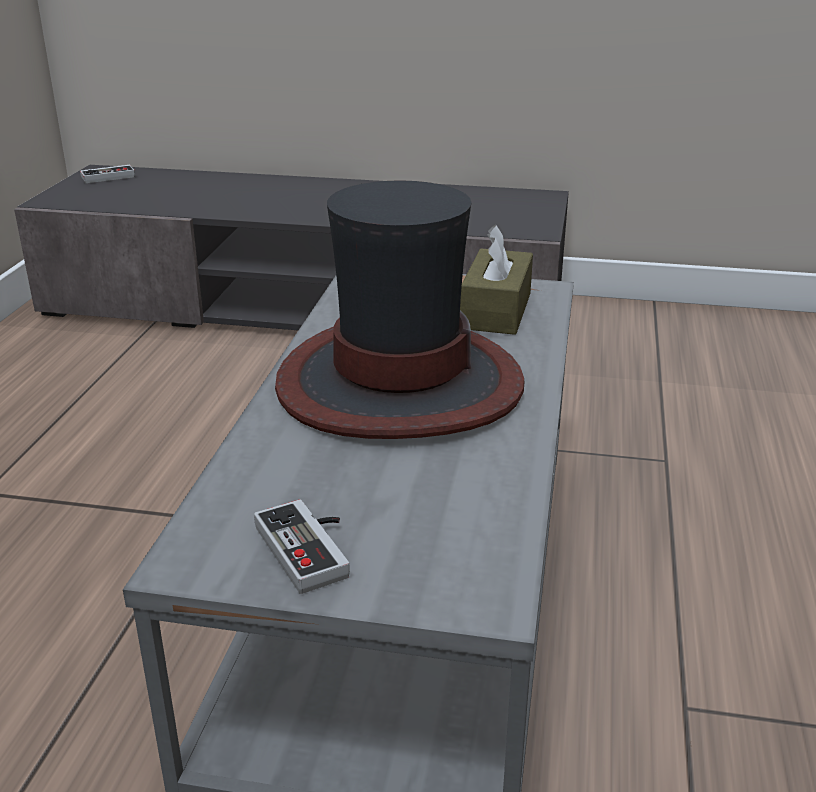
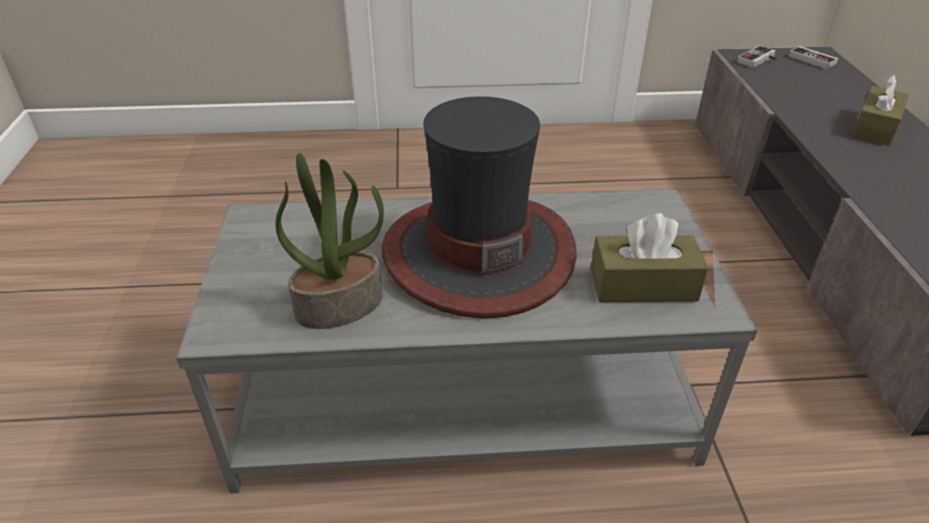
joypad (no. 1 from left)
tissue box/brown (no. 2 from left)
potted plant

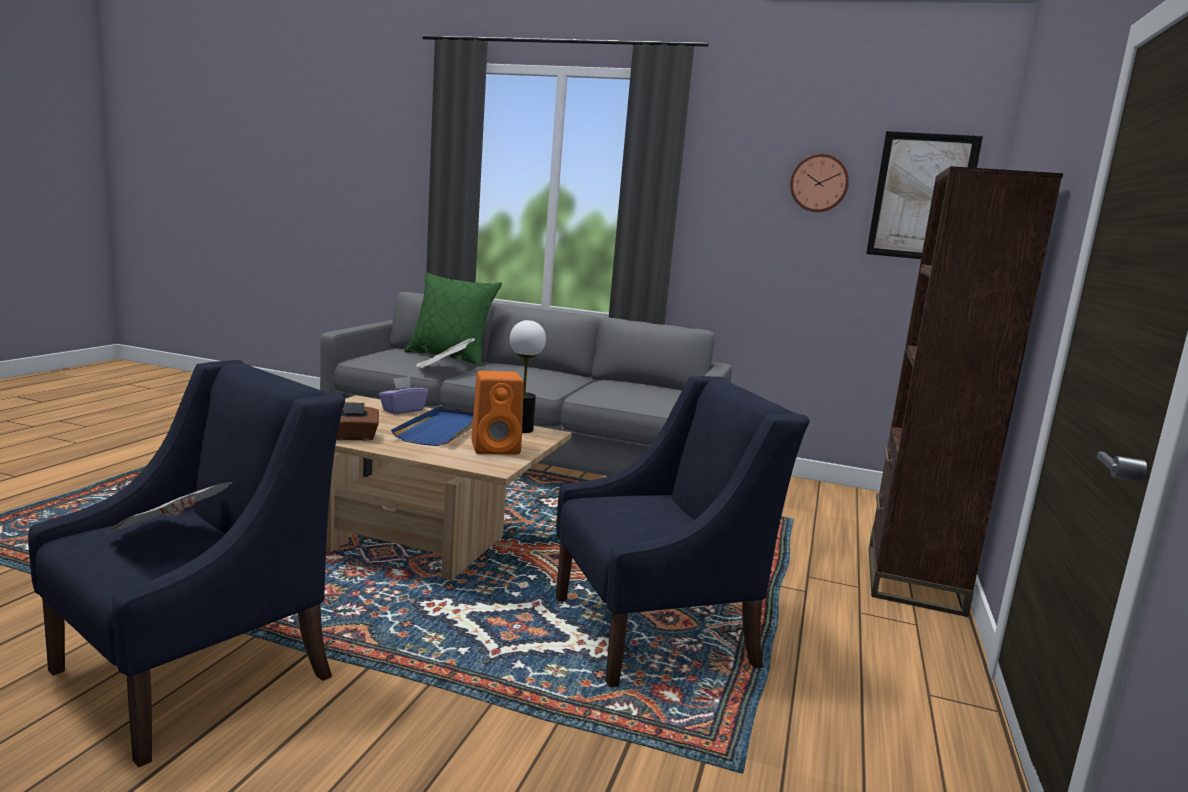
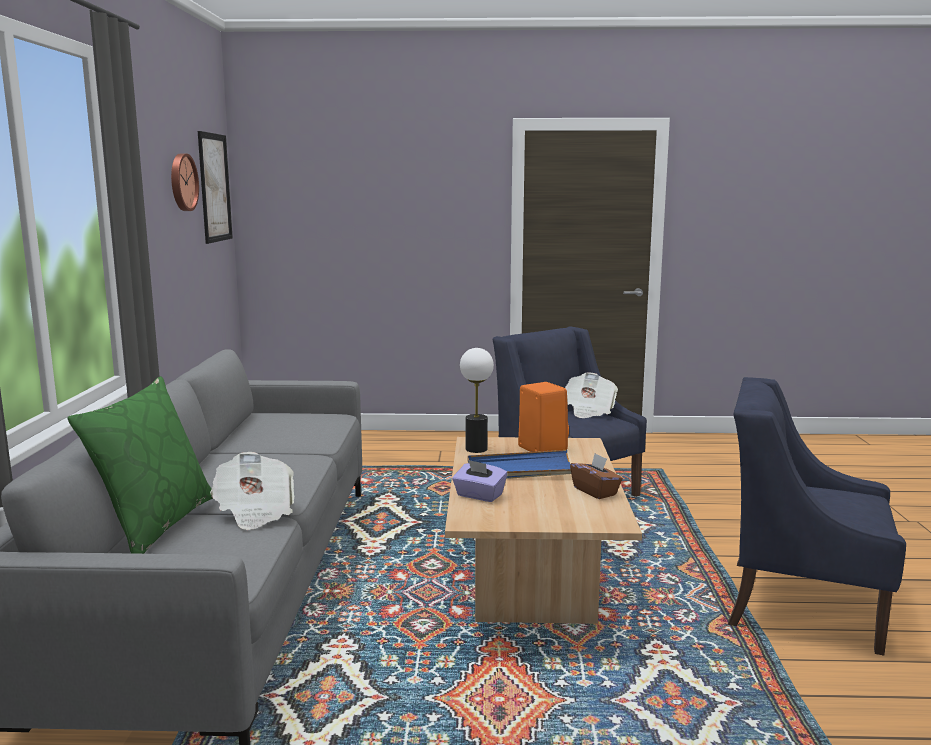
bookcase/brown
daily paper (no. 2 from left)

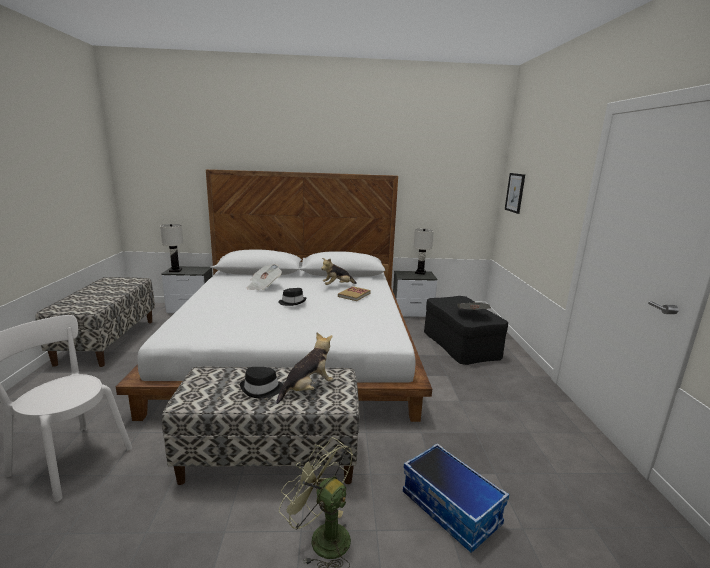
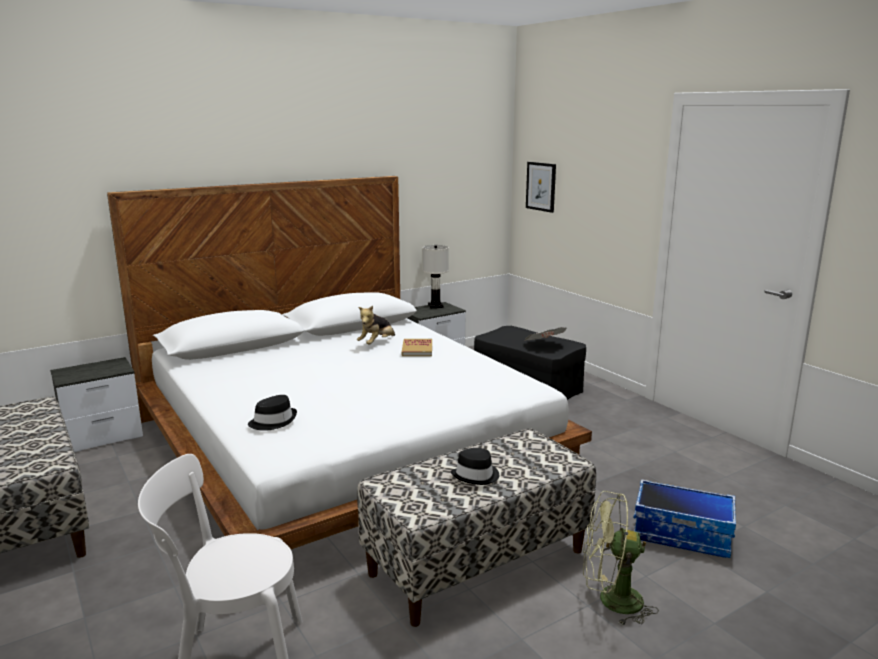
table lamp/white-coloured (no. 1 from left in the first image)
daily paper (no. 1 from left in the first image)
wearable hat/black (no. 1 from left)
soft toy (no. 1 from left in the first image)

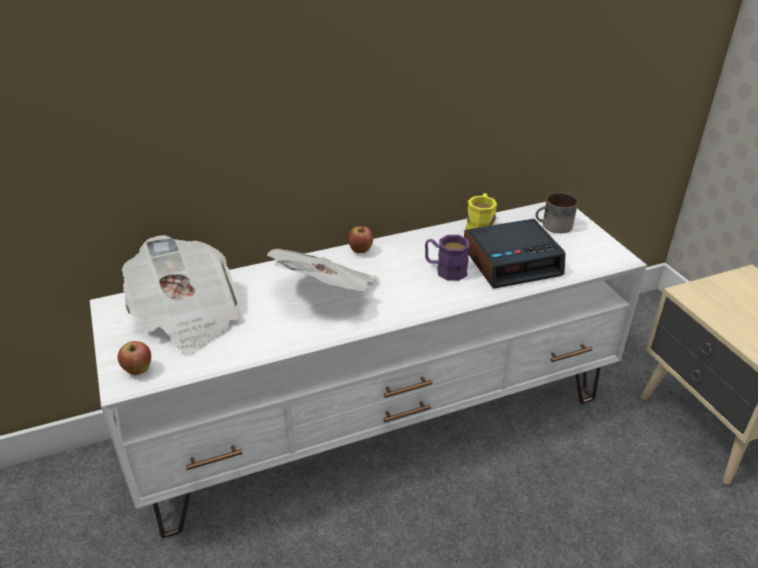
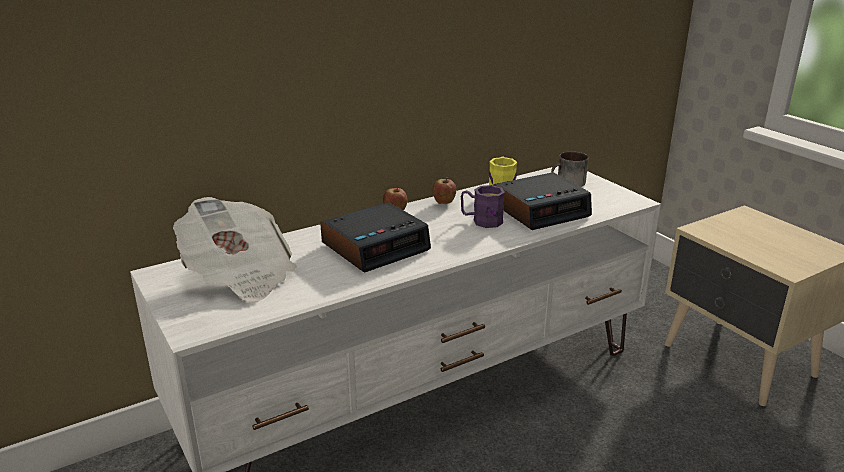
alarm clock (no. 1 from left)
apple fruit (no. 2 from left)

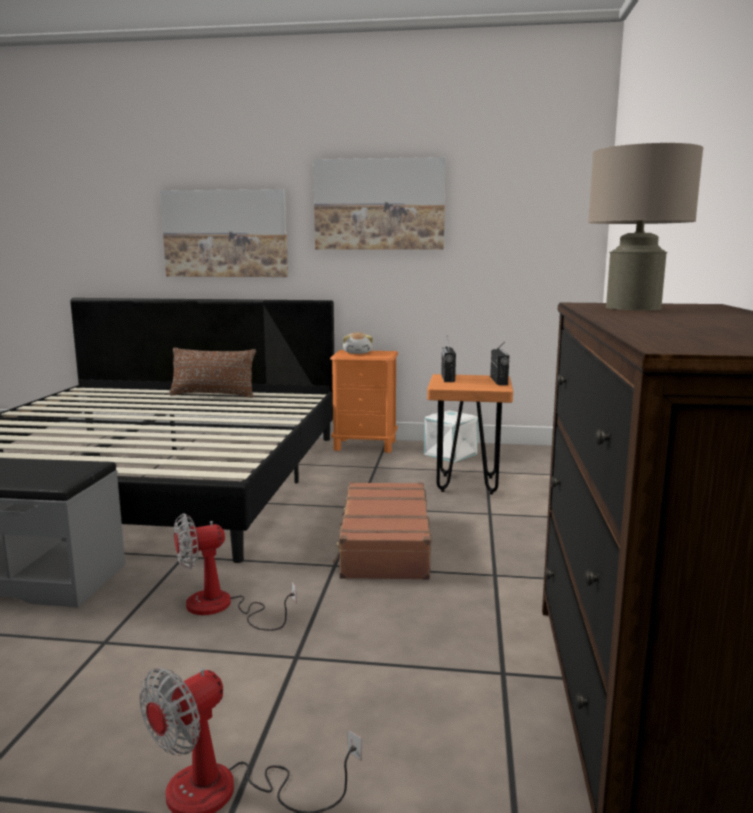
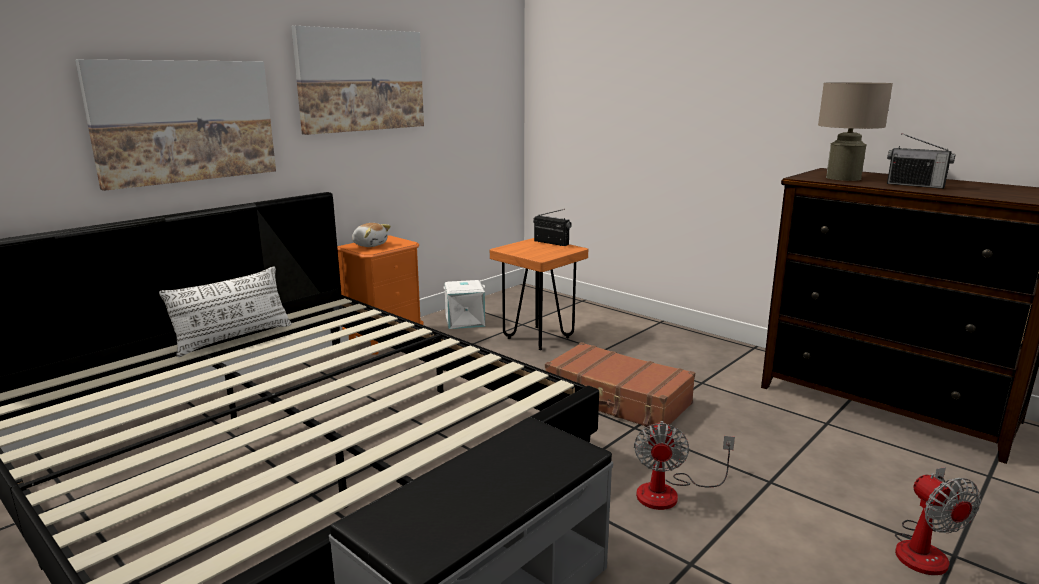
radio set (no. 2 from left)
cushion/white-coloured

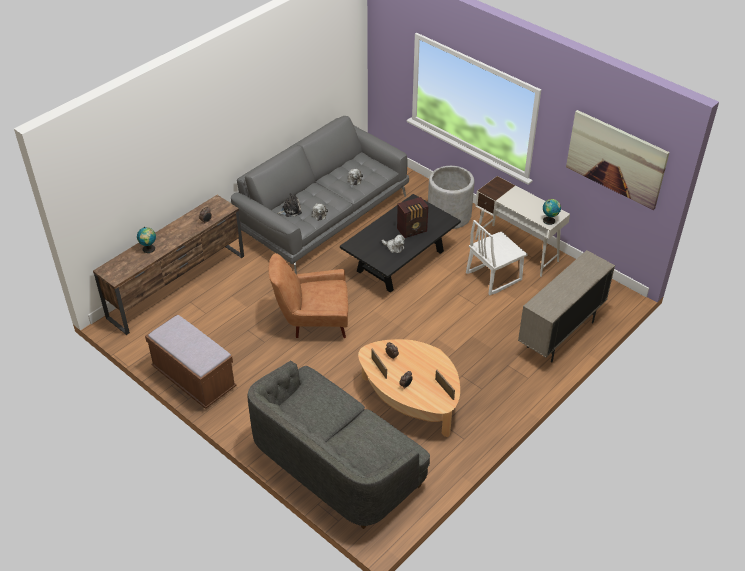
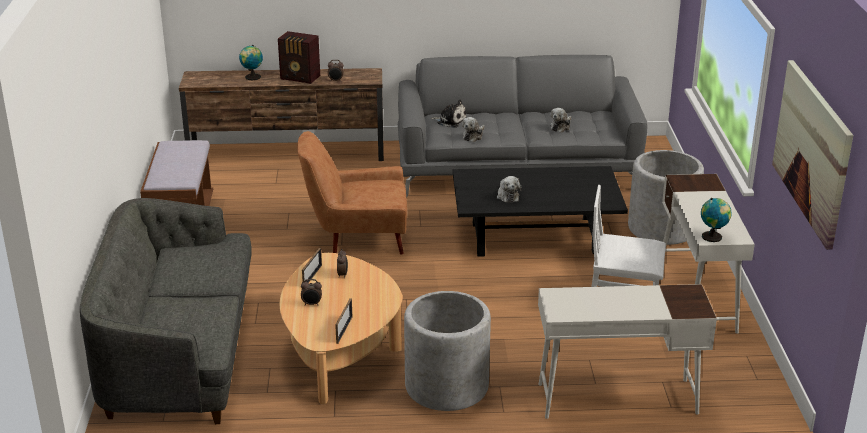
radio set
desk/white-coloured (no. 1 from left)
easy chair/brown
planter/greyish (no. 1 from left)

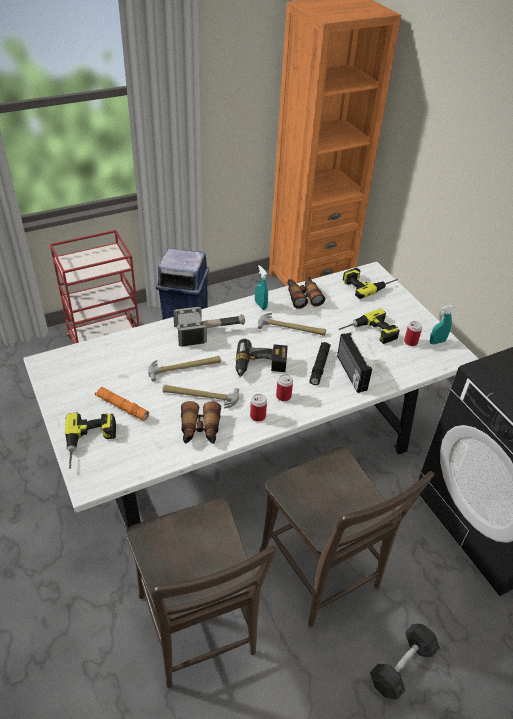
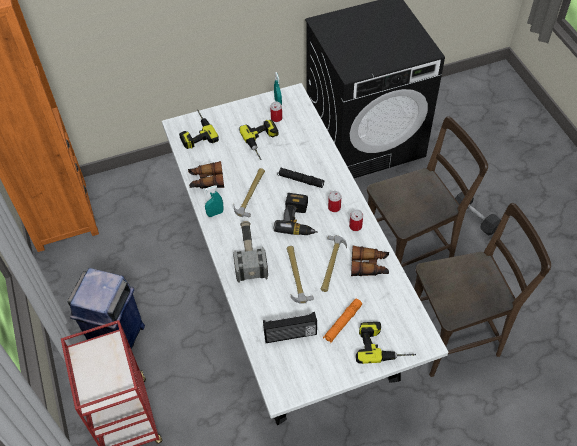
radio set

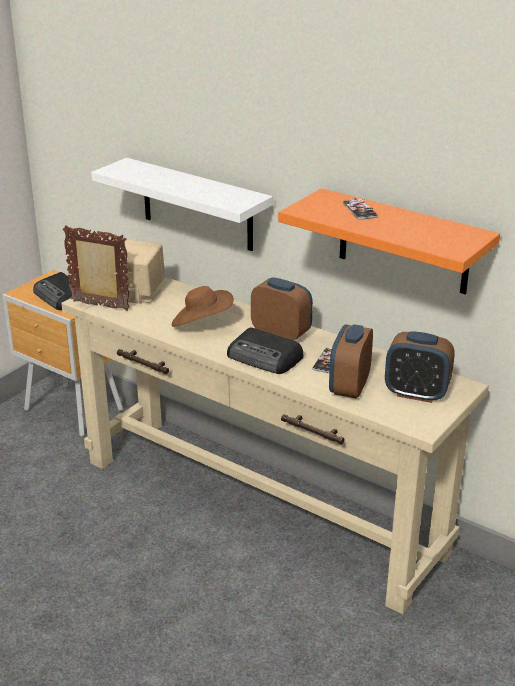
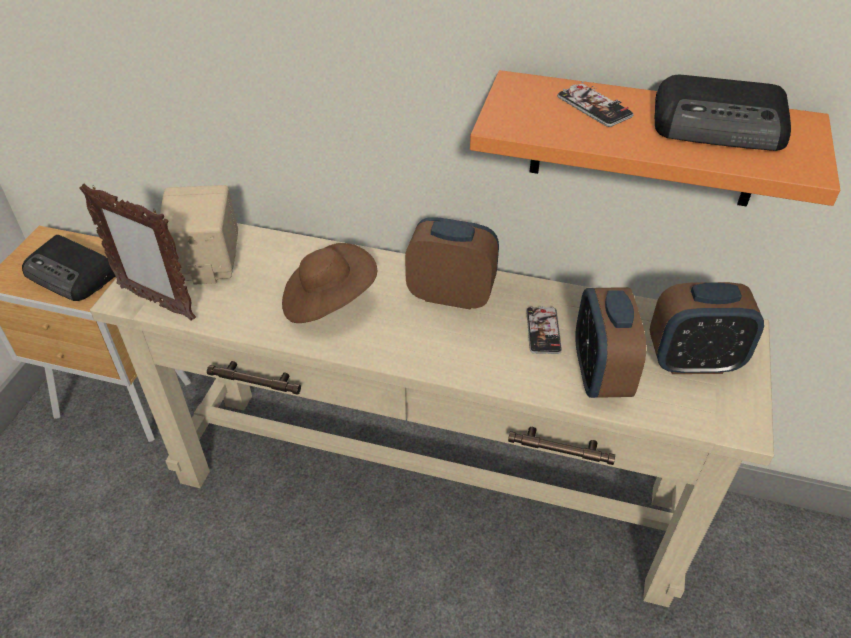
wall shelf/white-coloured
photo frame
radio set (no. 2 from left)

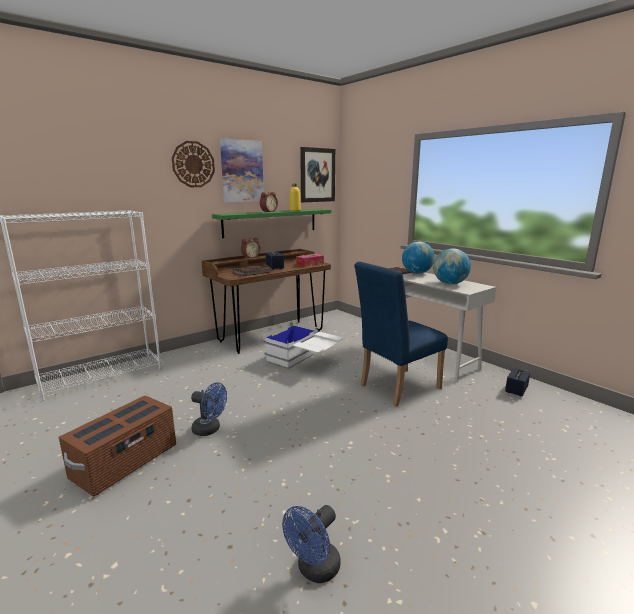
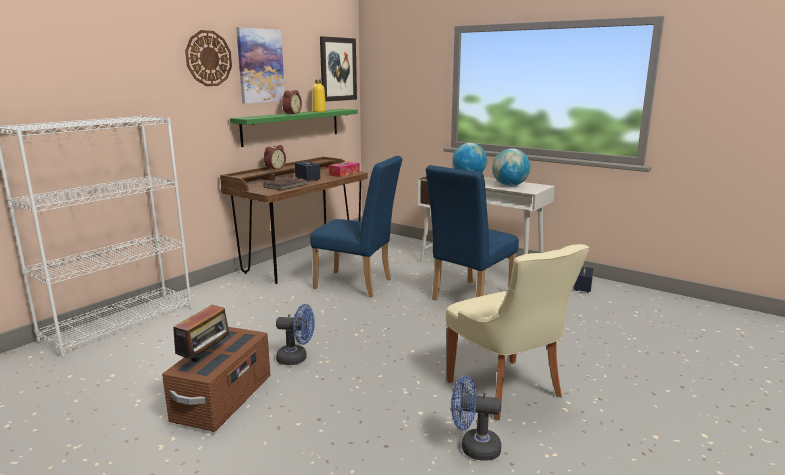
chair/bluish (no. 1 from left)
cooling fan/bluish (no. 2 from left)
chair/sand-coloured
radio set

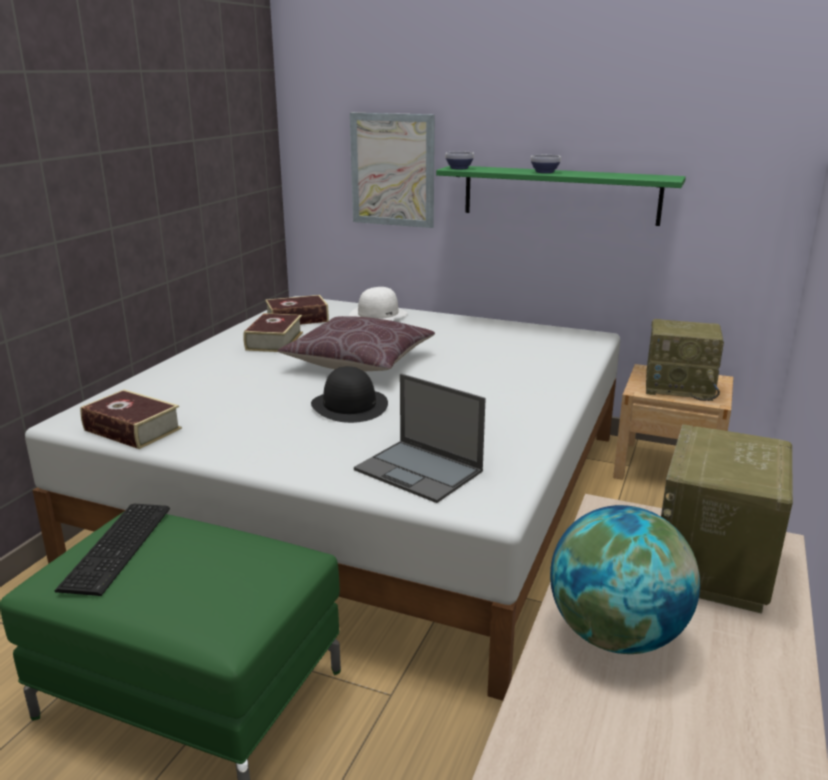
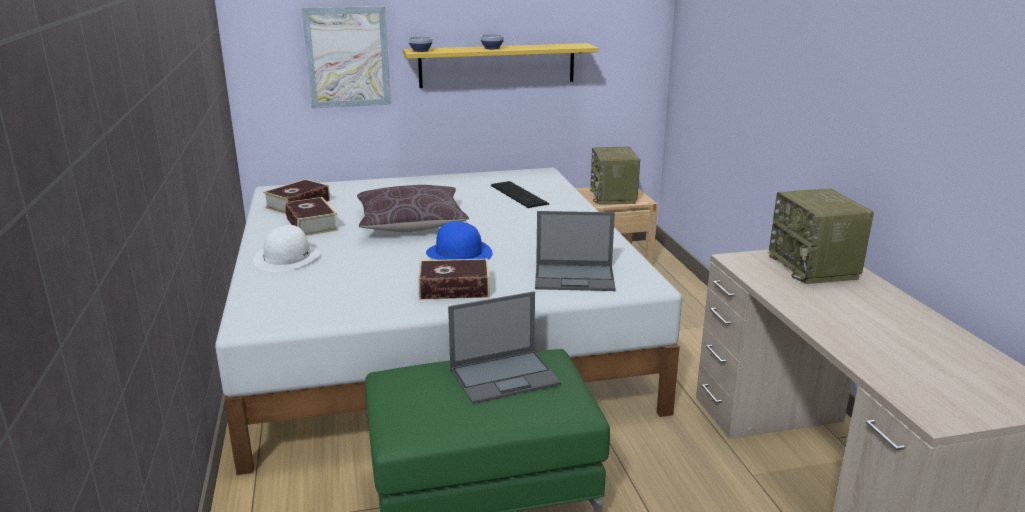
wall shelf/yellow
wearable hat/white-coloured
radio set (no. 1 from left)
wearable hat/bluish
book (no. 3 from left)
PC keyboard
desk globe
laptop (no. 1 from left)

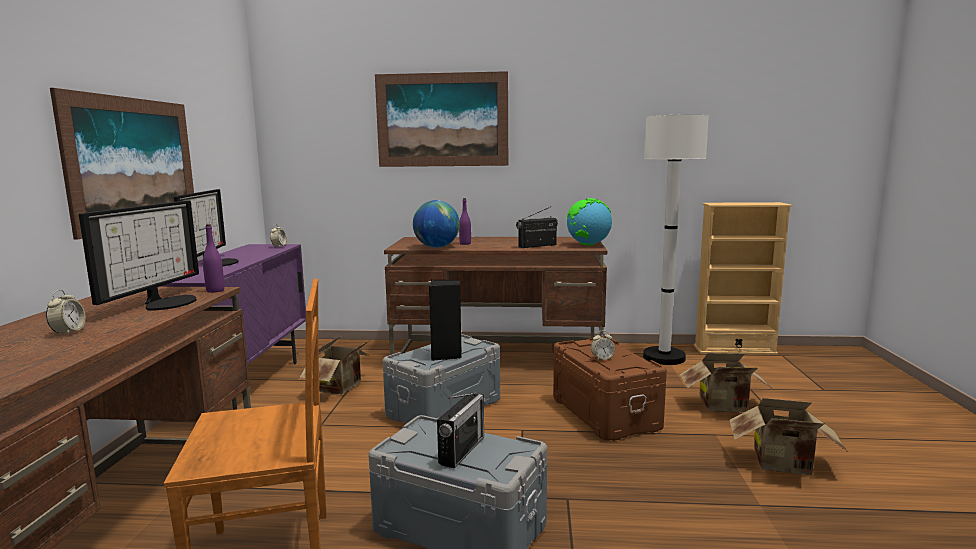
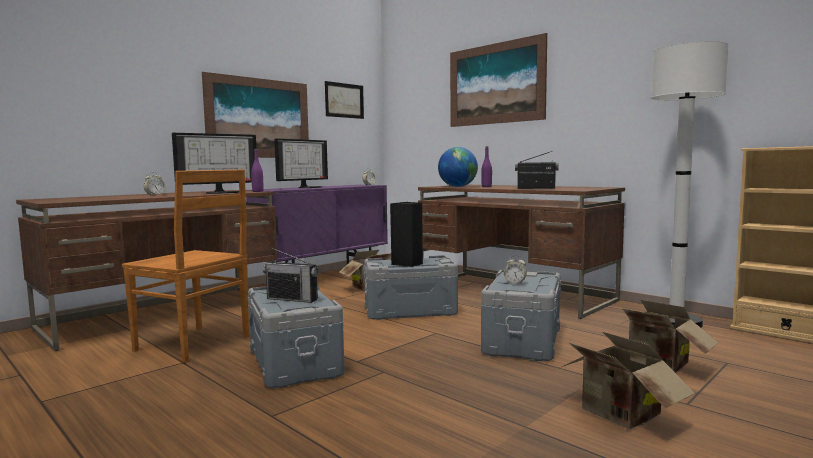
desk globe (no. 2 from left in the first image)
storage container/greyish (no. 3 from left)
radio set (no. 1 from left)
wall picture (no. 2 from left)

